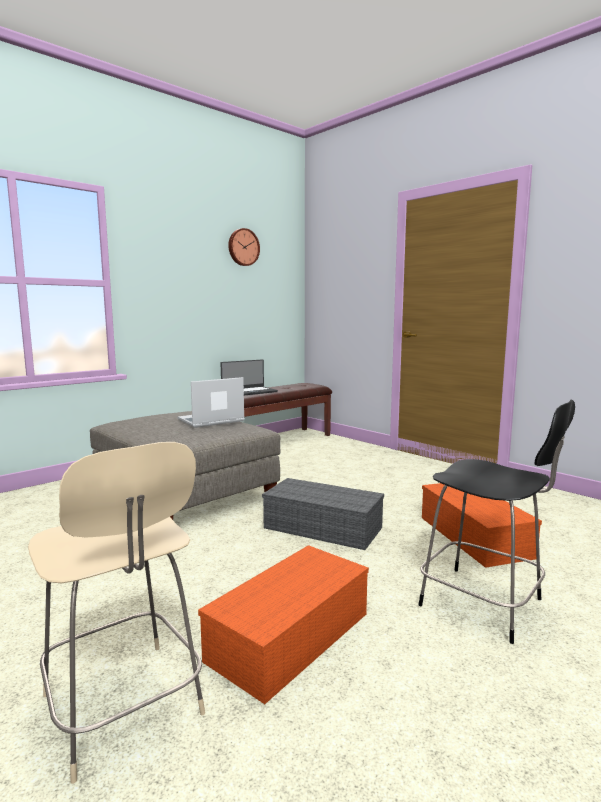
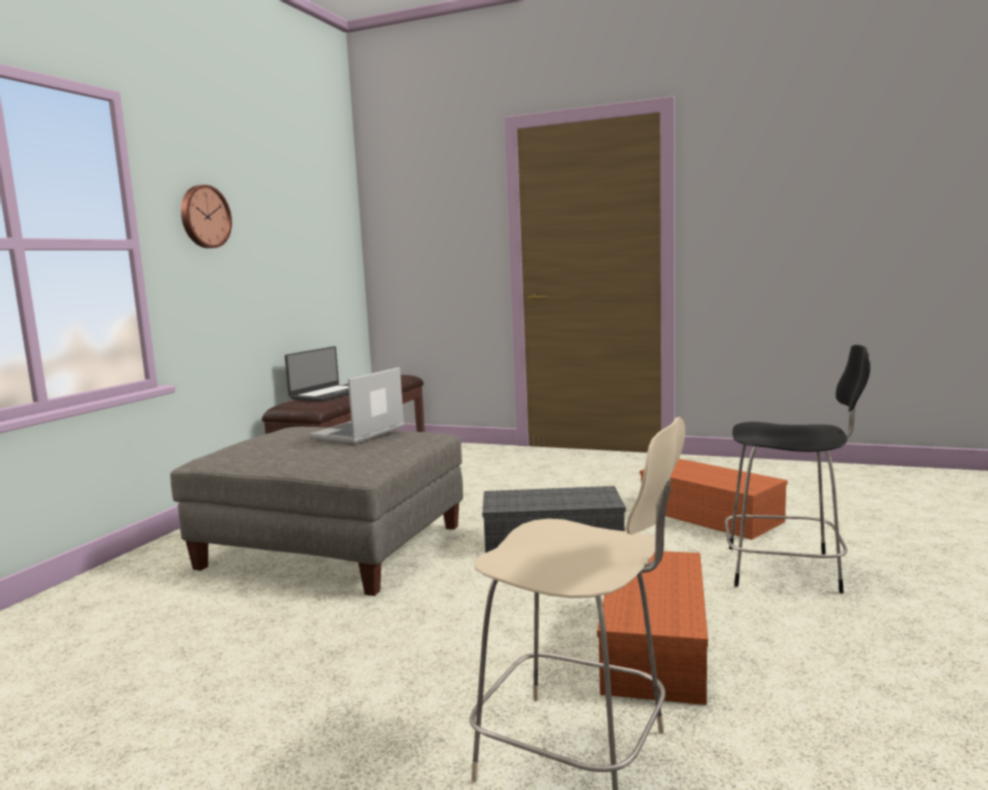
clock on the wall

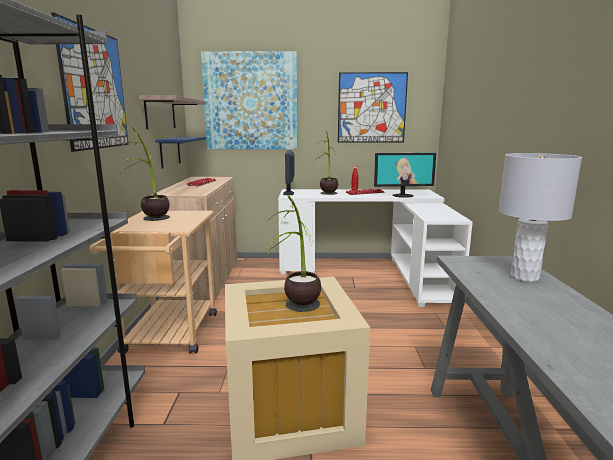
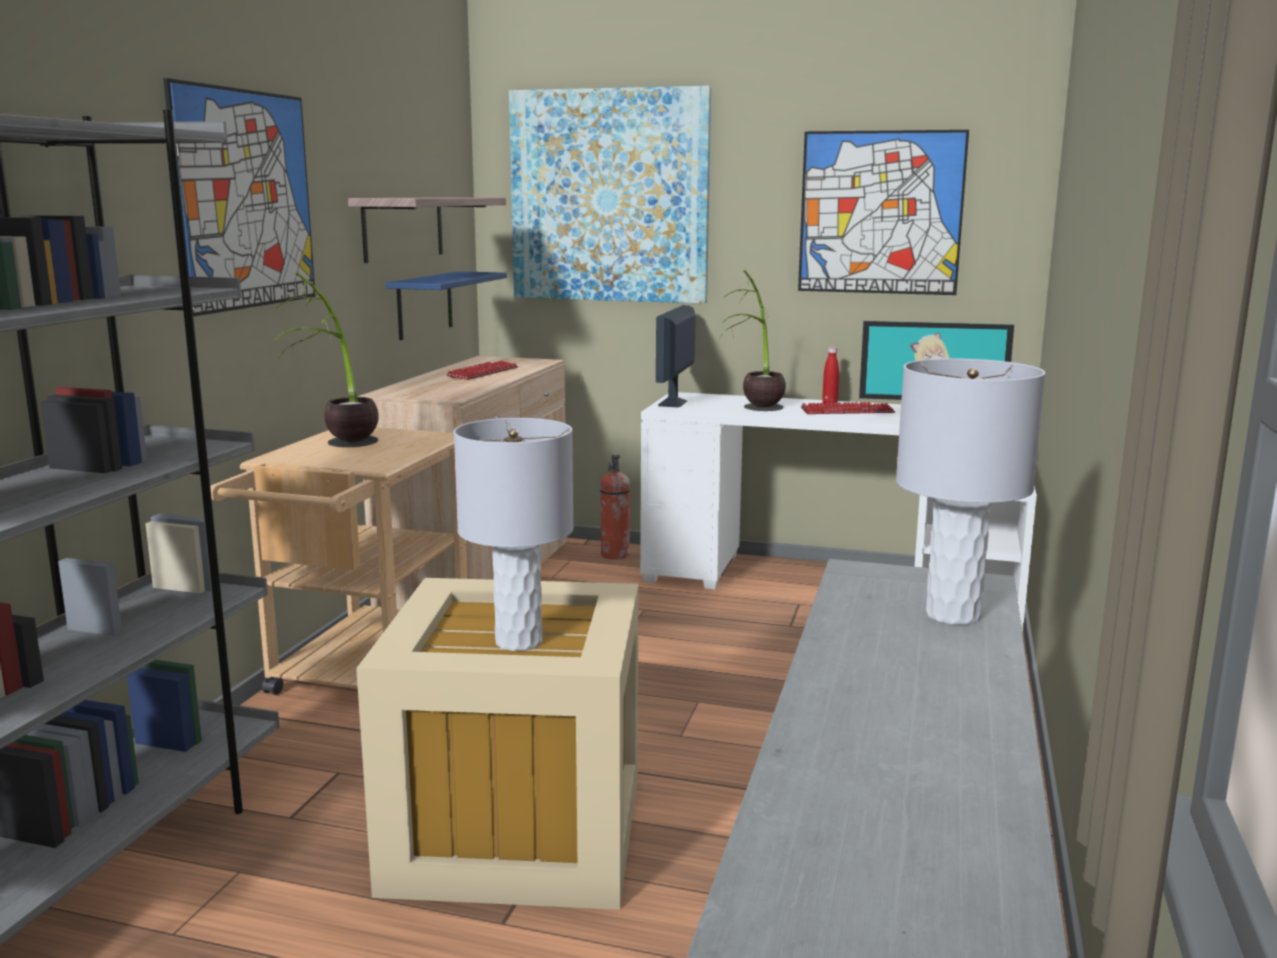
table lamp/greyish (no. 1 from left)
fire extinguisher

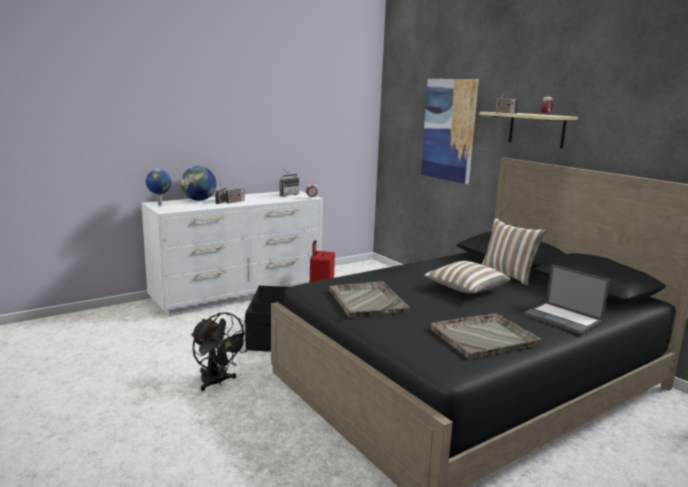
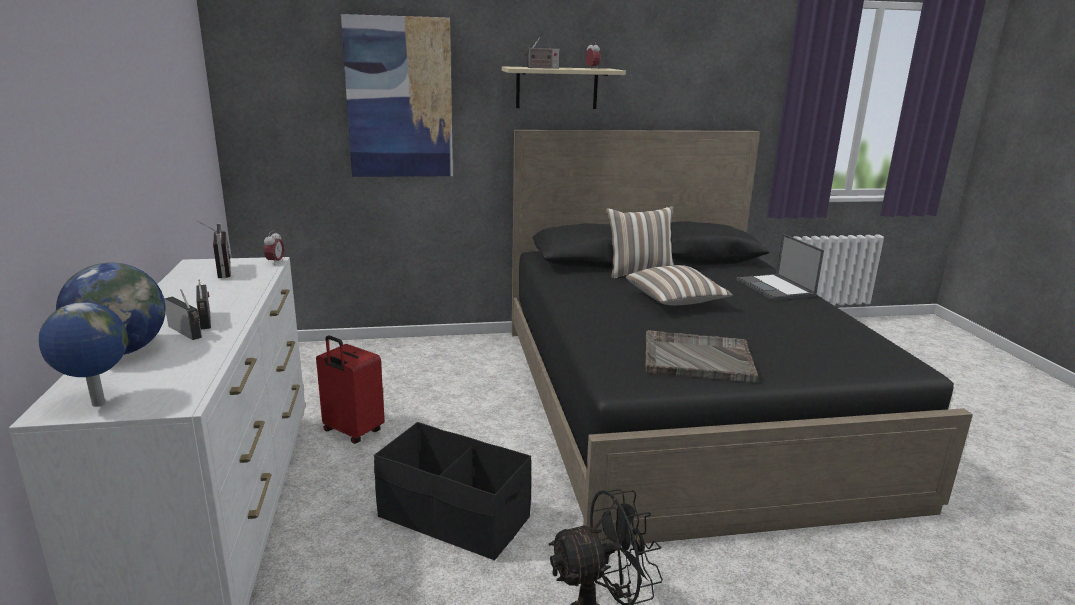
laptop
tray/greyish (no. 2 from left in the first image)

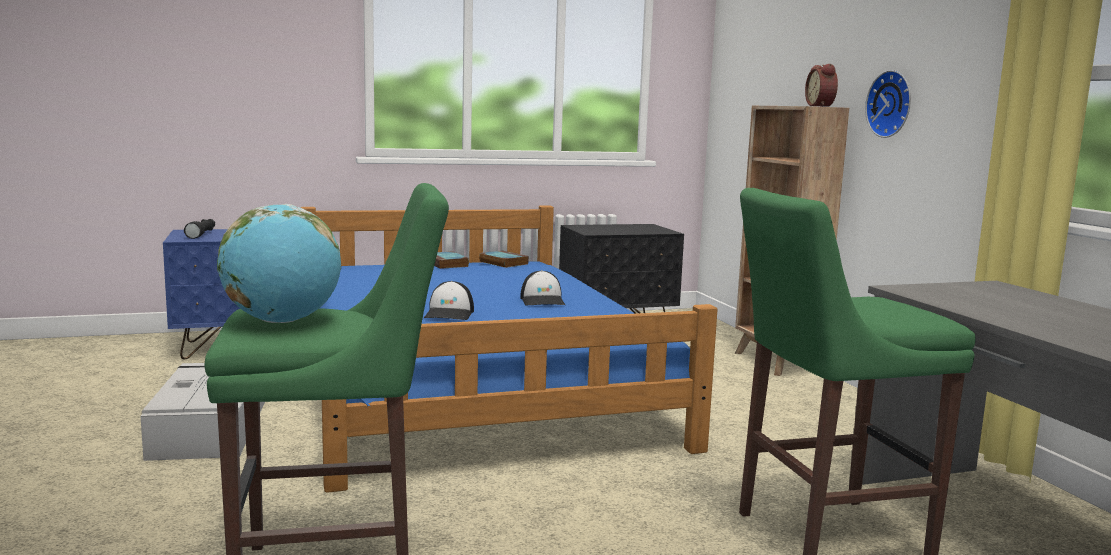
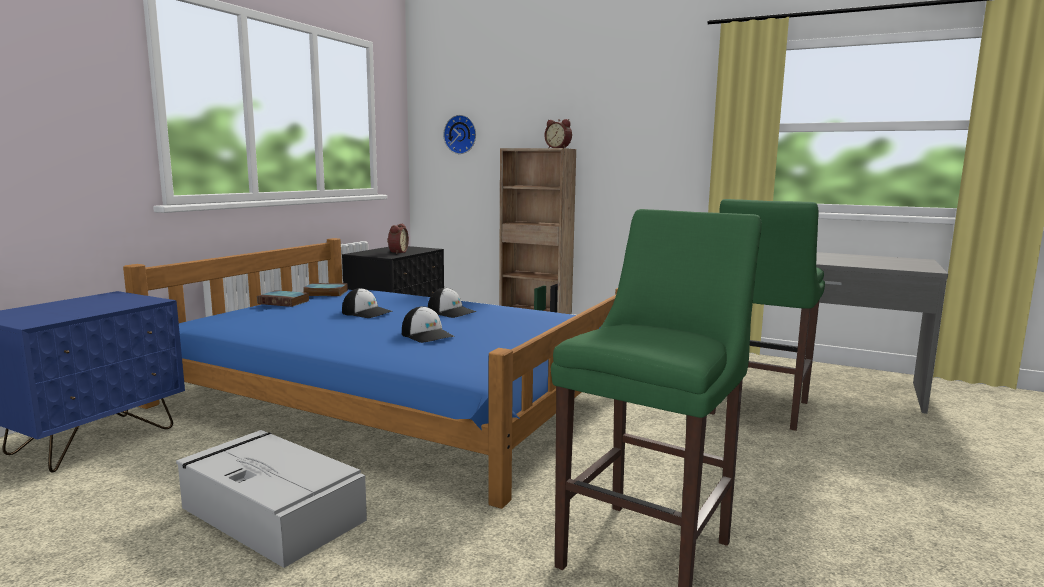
clock on the wall
desk globe
hand torch/black
alarm clock (no. 1 from left)
peaked cap (no. 1 from left)

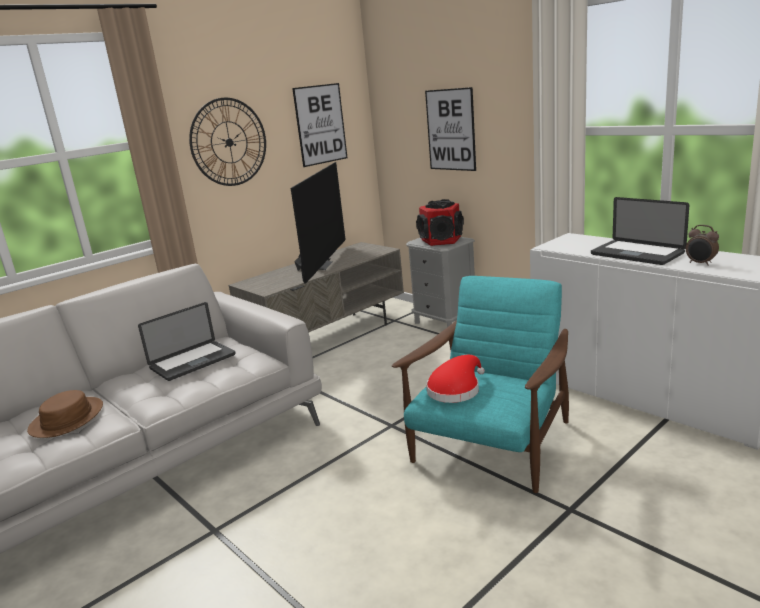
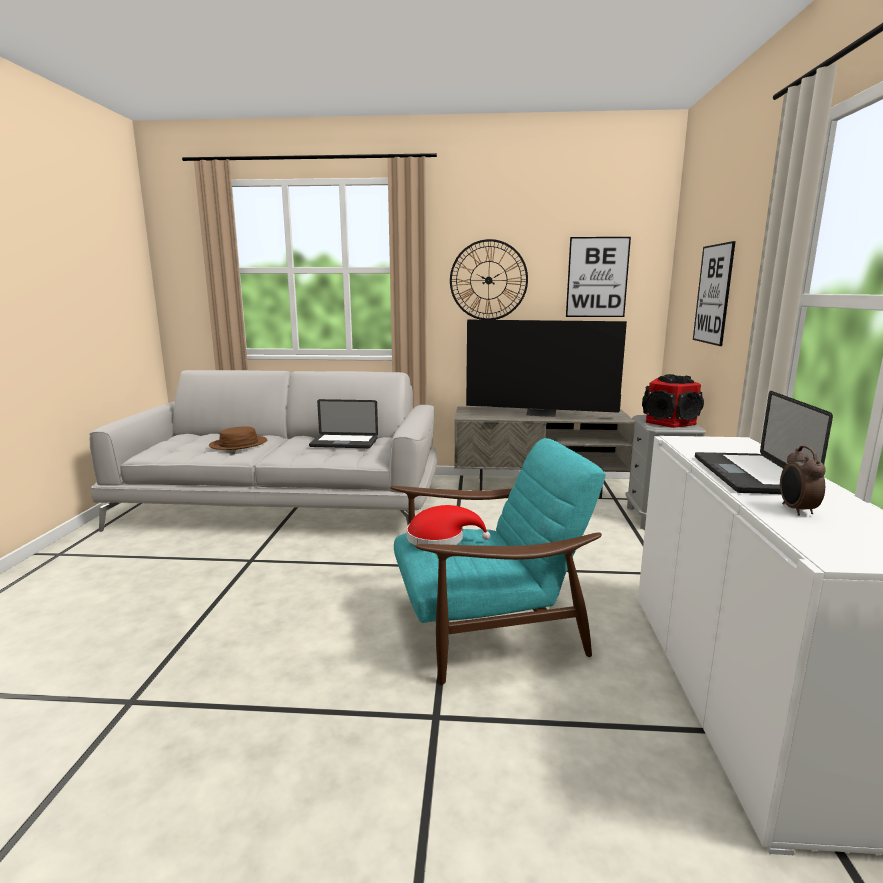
TV

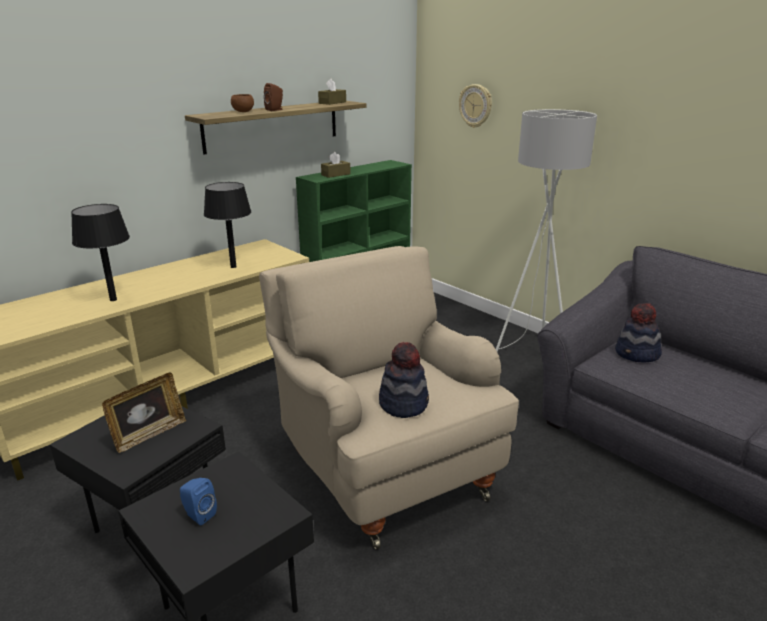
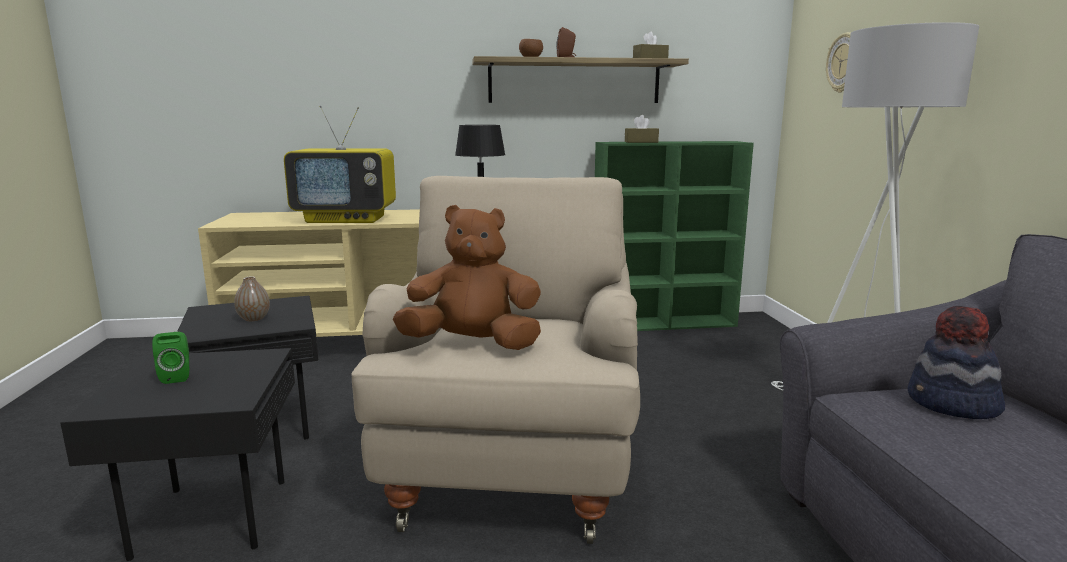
TV
soft toy/brown
decorative vase
speaker/green-coloured

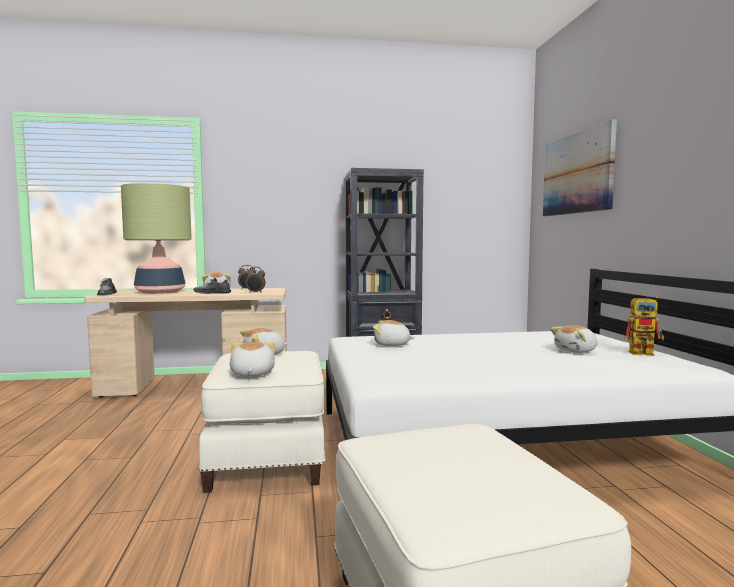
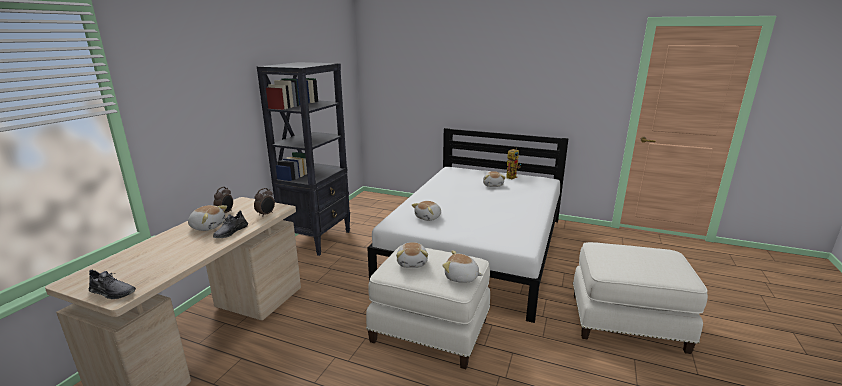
wall picture
table lamp

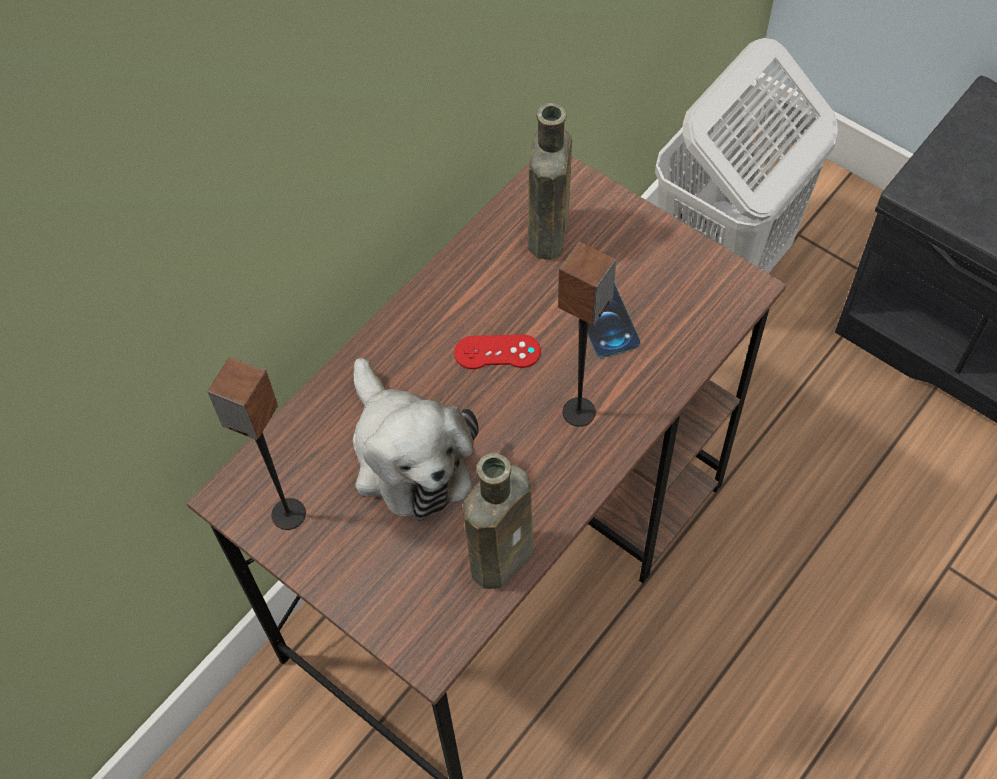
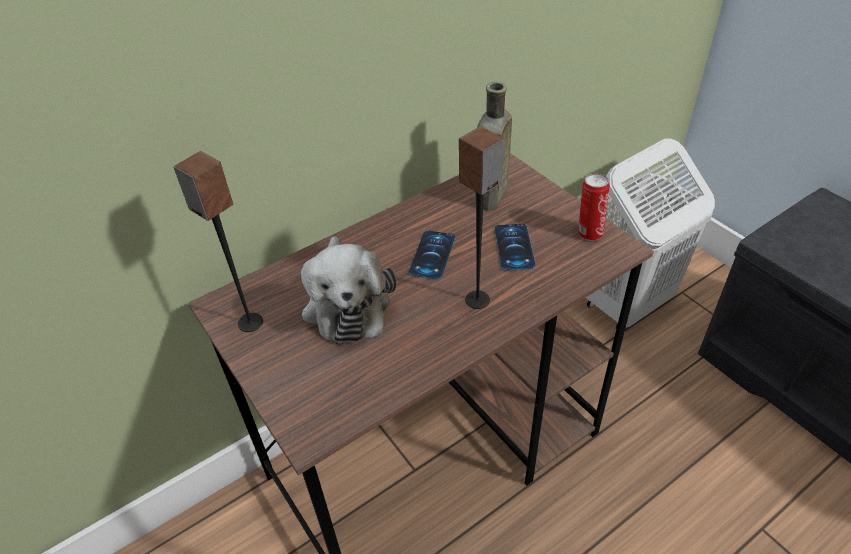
handset (no. 1 from left)
drink bottle/brown (no. 1 from left in the first image)
sealed can

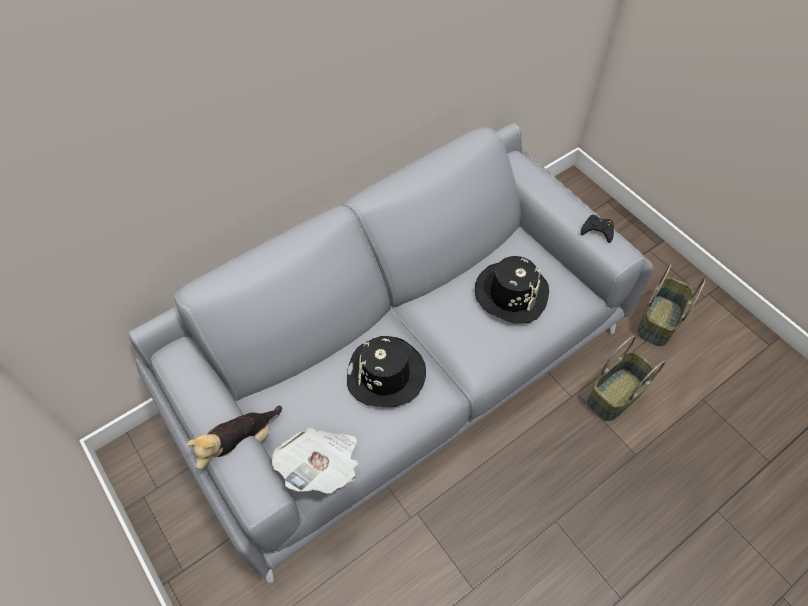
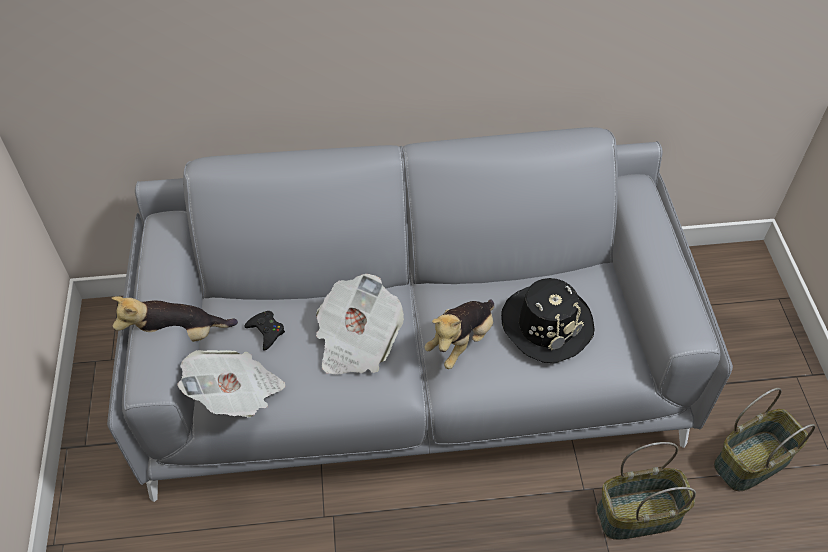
joypad/black
daily paper (no. 2 from left)
soft toy (no. 2 from left)

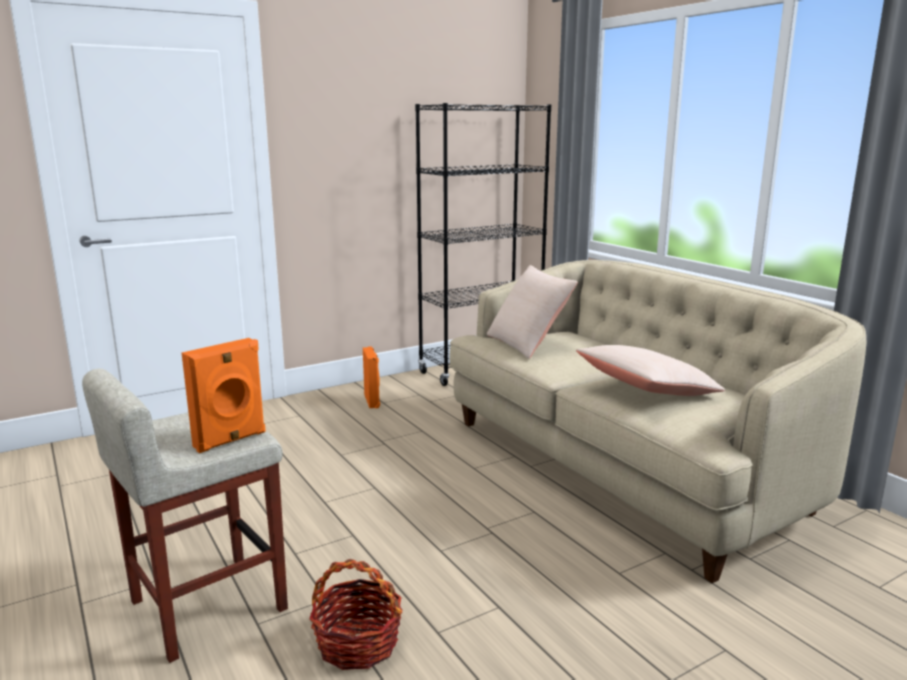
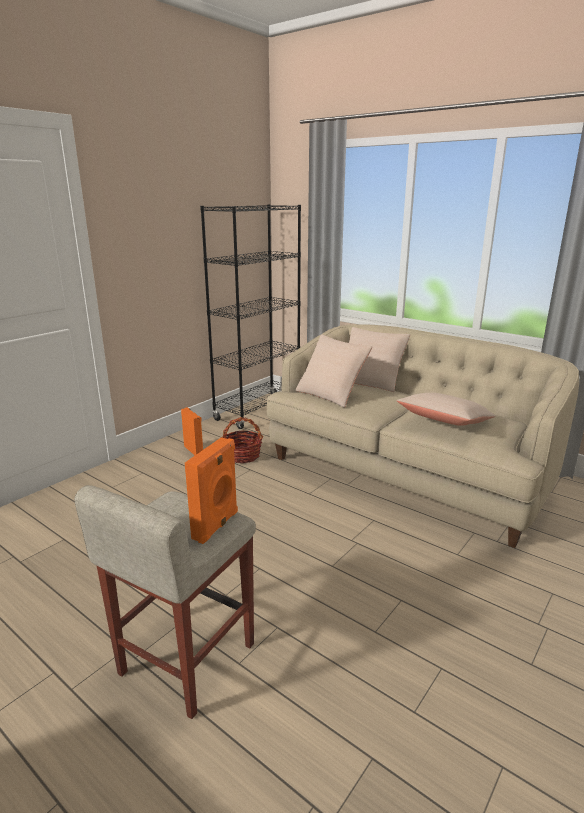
basket
cushion/sand-coloured (no. 2 from left)

